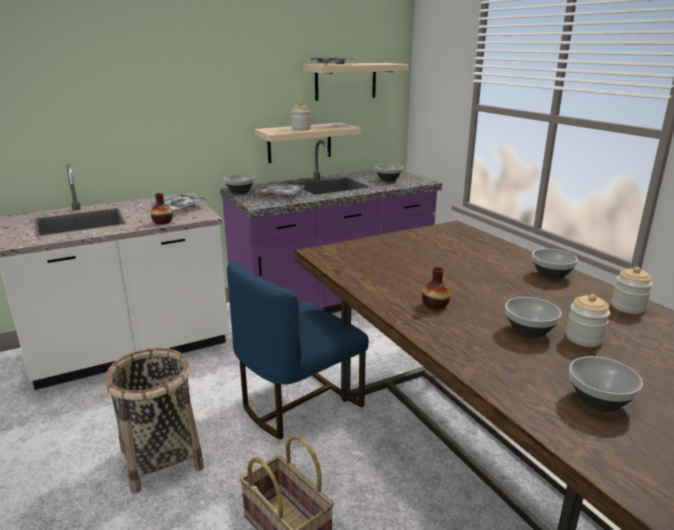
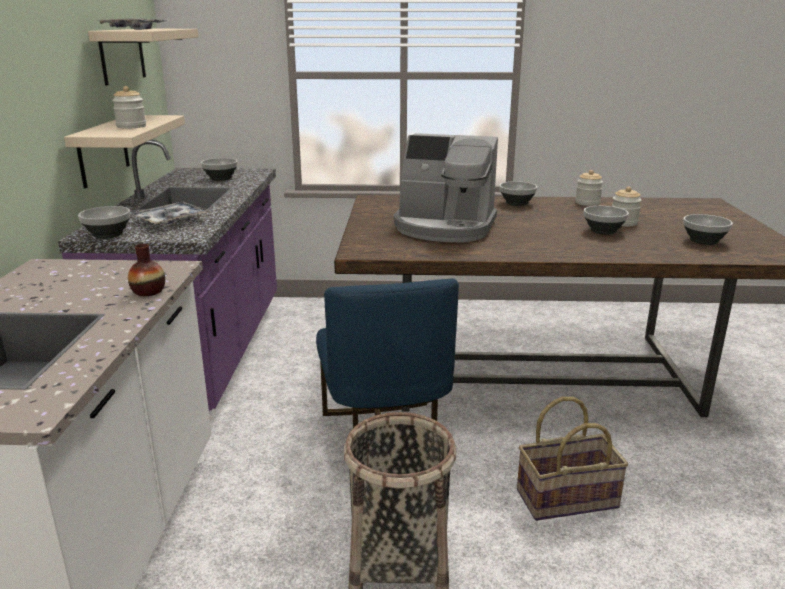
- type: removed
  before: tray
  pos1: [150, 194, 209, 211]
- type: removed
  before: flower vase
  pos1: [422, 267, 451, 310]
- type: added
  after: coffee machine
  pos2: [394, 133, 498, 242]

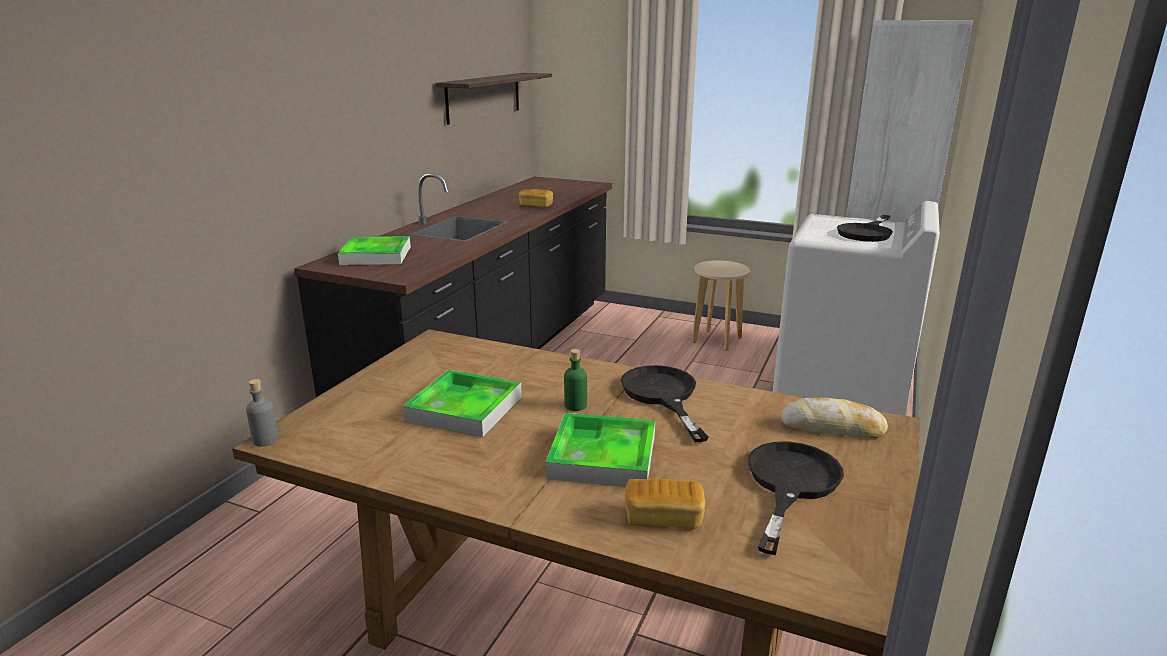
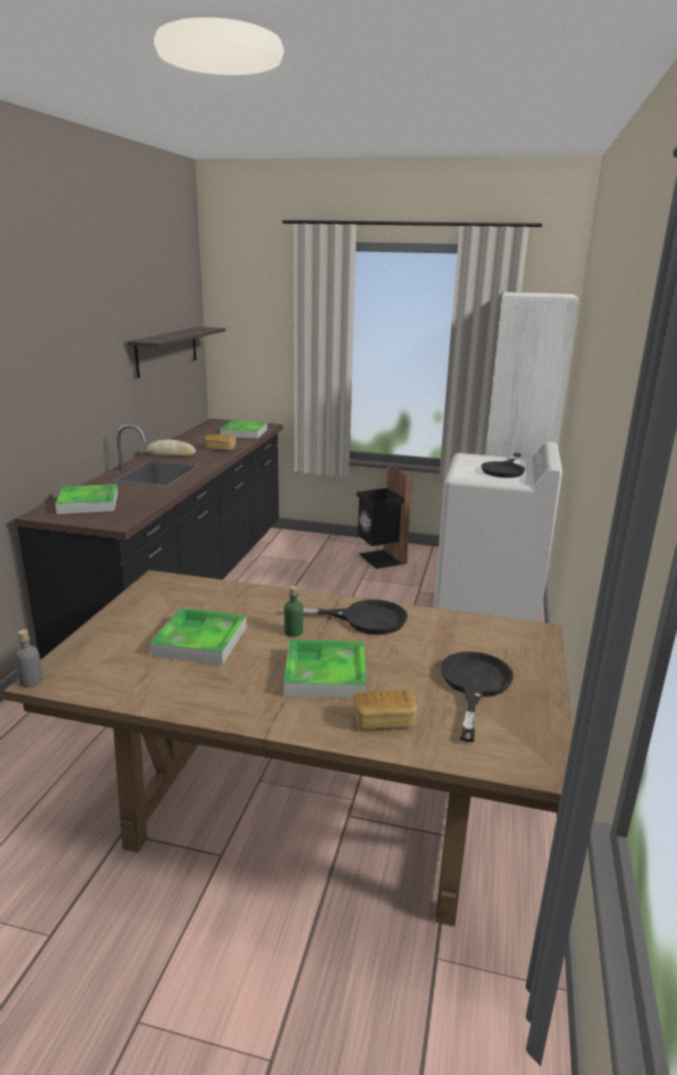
- type: replaced
  before: beige stool seat
  after: blackish trash can
  pos1: [692, 260, 750, 350]
  pos2: [357, 465, 412, 569]
- type: turned
  before: blackish frying pan
  pos1: [621, 365, 709, 442]
  pos2: [303, 600, 408, 635]
  turn: 120
- type: moved
  before: bakery bread
  pos1: [781, 397, 888, 439]
  pos2: [147, 439, 196, 456]
- type: added
  after: tray
  pos2: [220, 421, 267, 439]

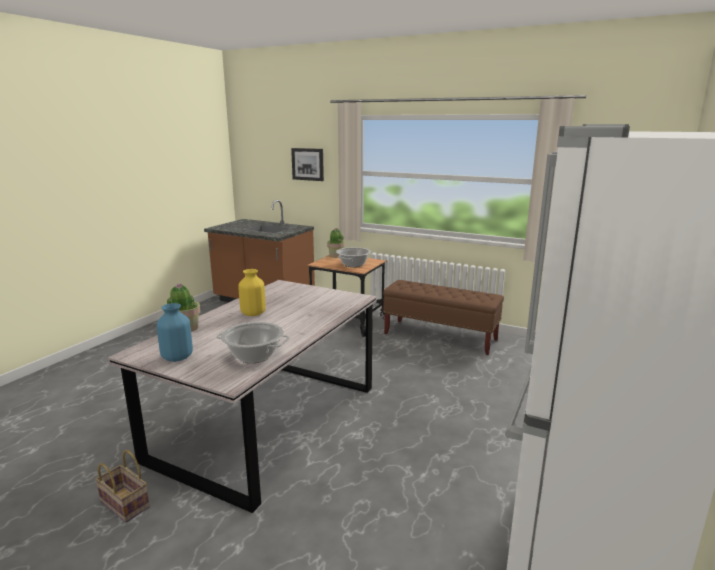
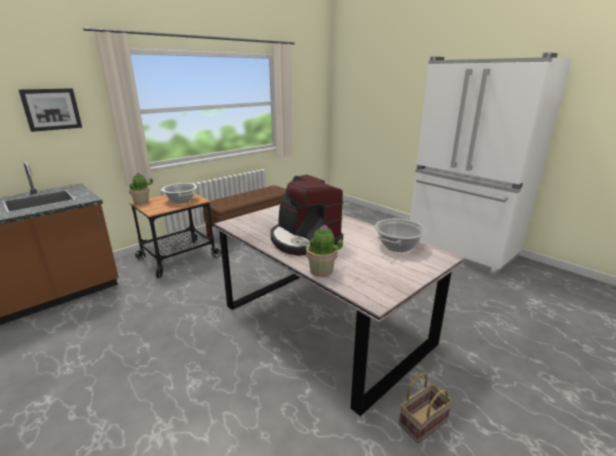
- type: replaced
  before: yellowish flower vase
  after: coffee machine
  pos1: [238, 269, 266, 316]
  pos2: [270, 175, 343, 256]
- type: removed
  before: bluish flower vase
  pos1: [157, 303, 193, 362]

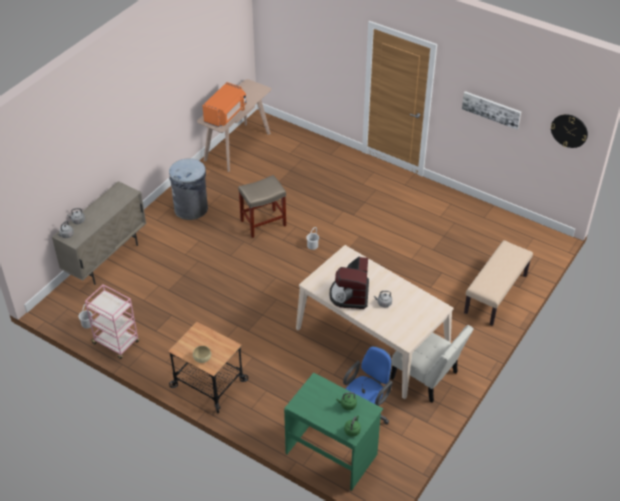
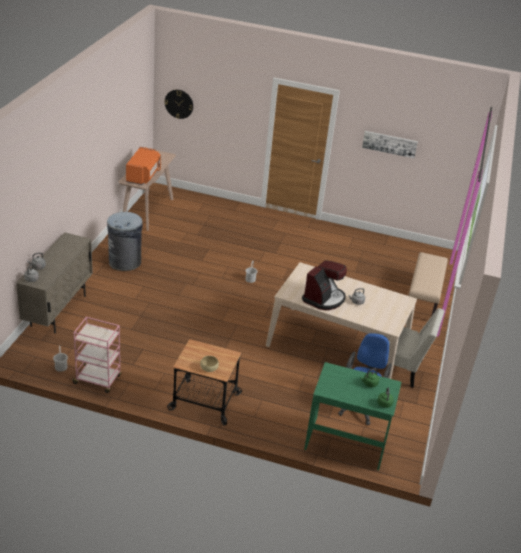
- type: moved
  before: hanging clock
  pos1: [551, 114, 588, 148]
  pos2: [164, 90, 193, 119]
- type: removed
  before: beige stool seat
  pos1: [238, 175, 286, 238]
- type: turned
  before: coffee machine
  pos1: [329, 257, 369, 309]
  pos2: [302, 260, 347, 310]
  turn: -135

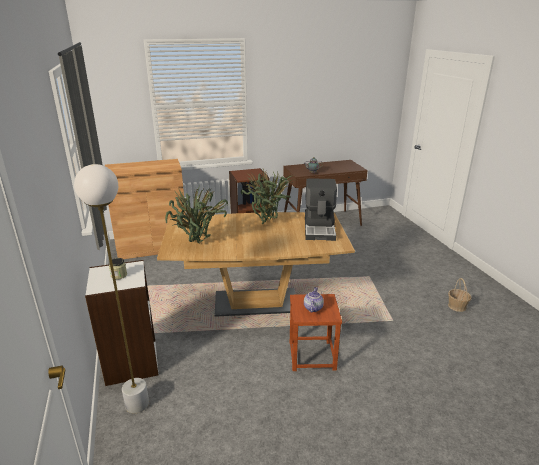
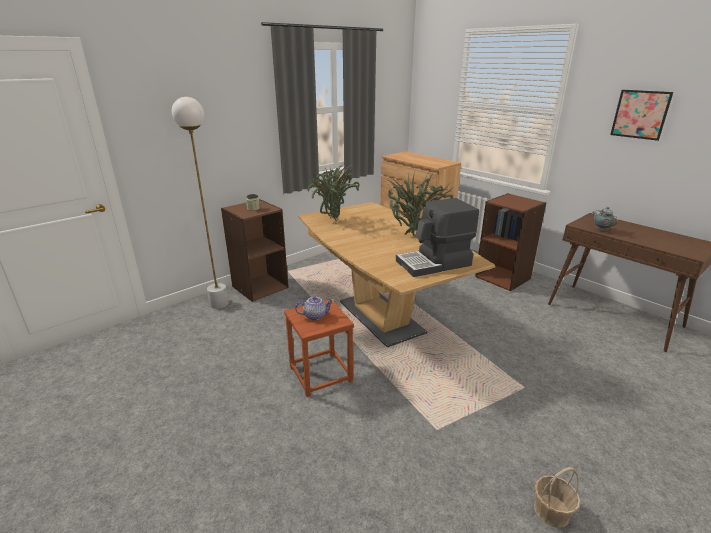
- type: recoloured
  before: white shelving unit
  after: brown shelving unit
  pos1: [85, 260, 158, 386]
  pos2: [221, 199, 288, 302]
- type: added
  after: wall picture
  pos2: [610, 90, 673, 141]

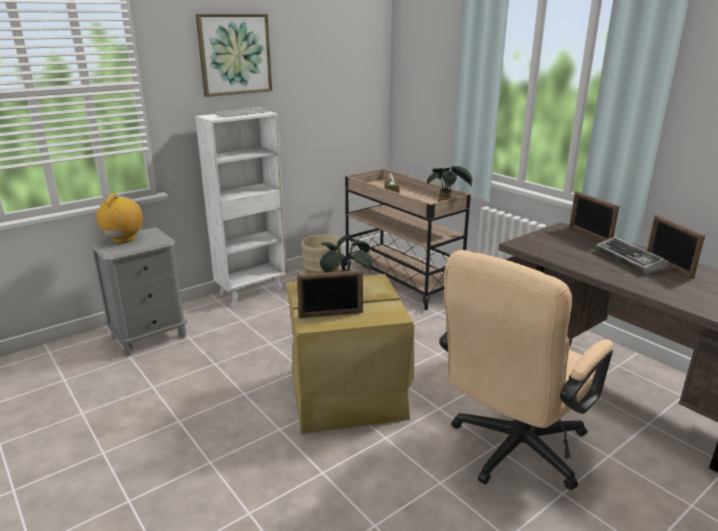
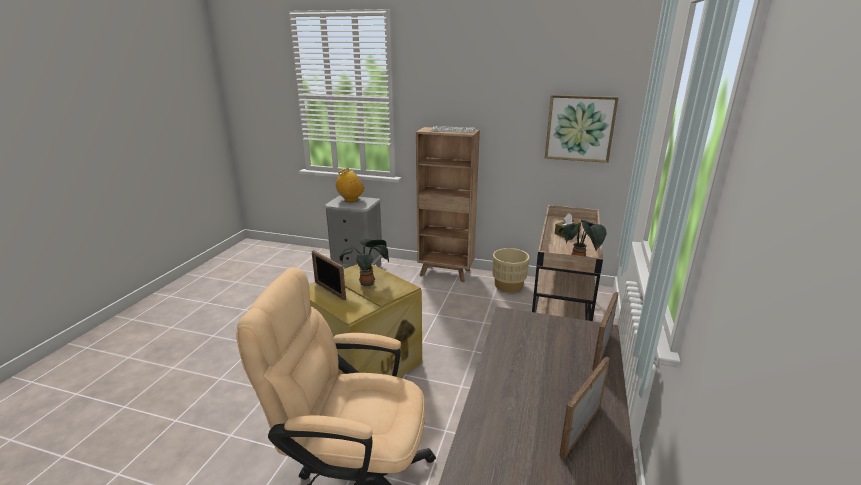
- type: moved
  before: wall picture
  pos1: [196, 14, 272, 97]
  pos2: [545, 95, 619, 163]
- type: recoloured
  before: white shelving unit
  after: brown shelving unit
  pos1: [195, 111, 287, 307]
  pos2: [416, 127, 480, 282]
- type: removed
  before: keyboard
  pos1: [595, 237, 669, 275]

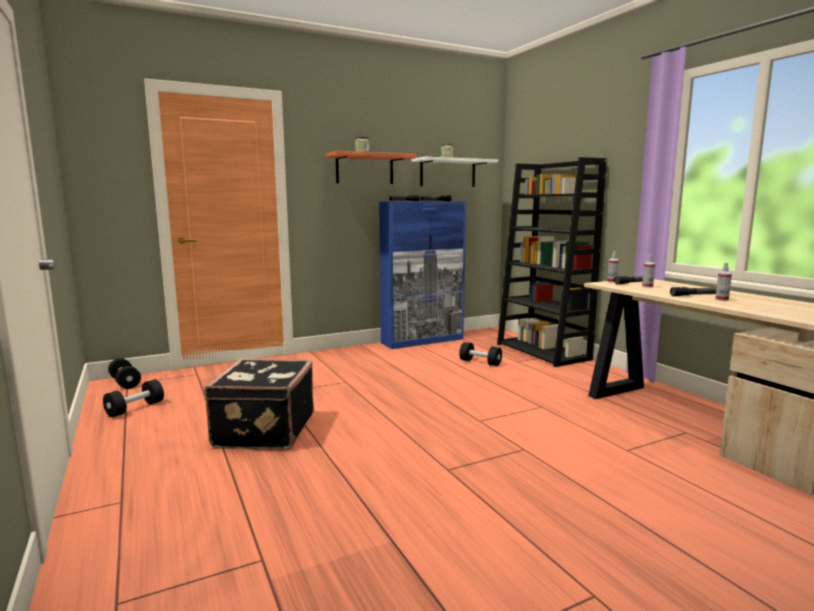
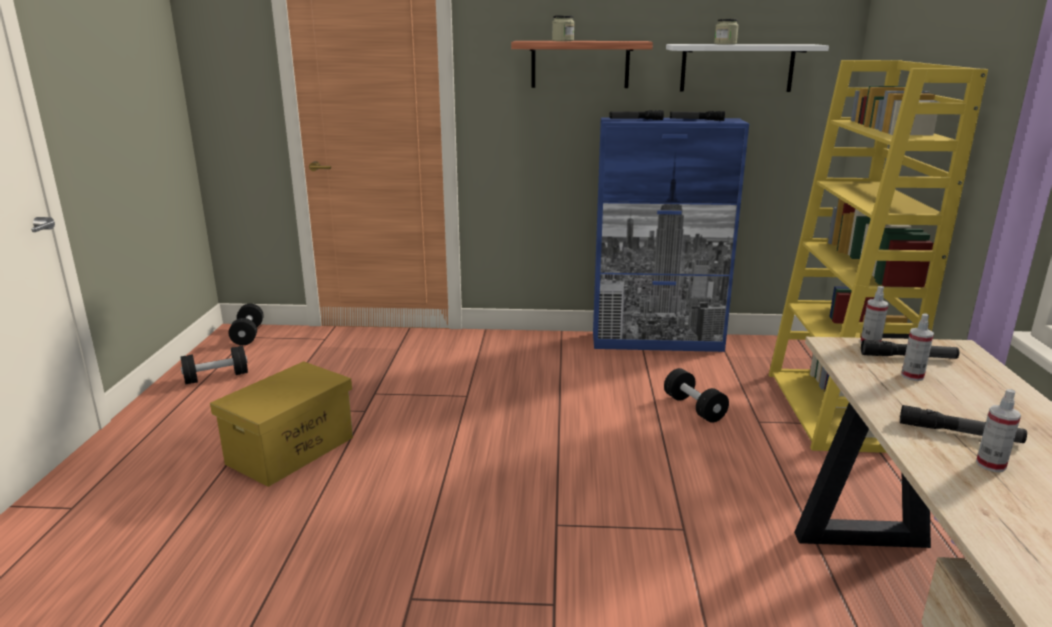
- type: recoloured
  before: blackish shelving unit
  after: yellowish shelving unit
  pos1: [497, 157, 607, 367]
  pos2: [769, 60, 988, 453]
- type: replaced
  before: blackish suitcase
  after: yellowish storage container
  pos1: [204, 358, 314, 450]
  pos2: [210, 361, 353, 487]

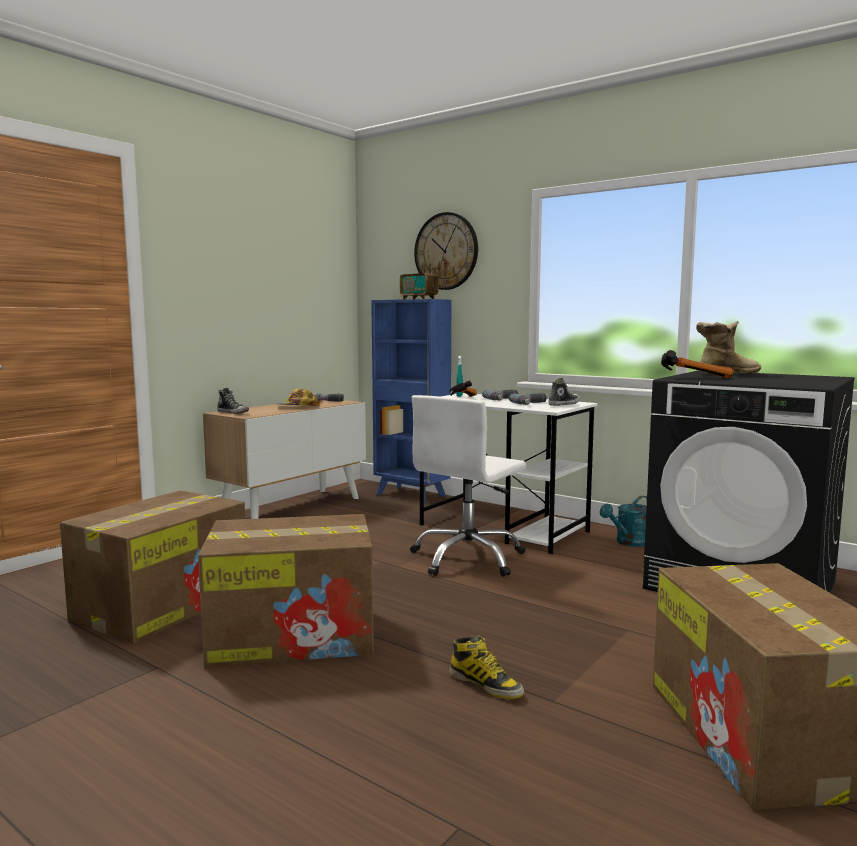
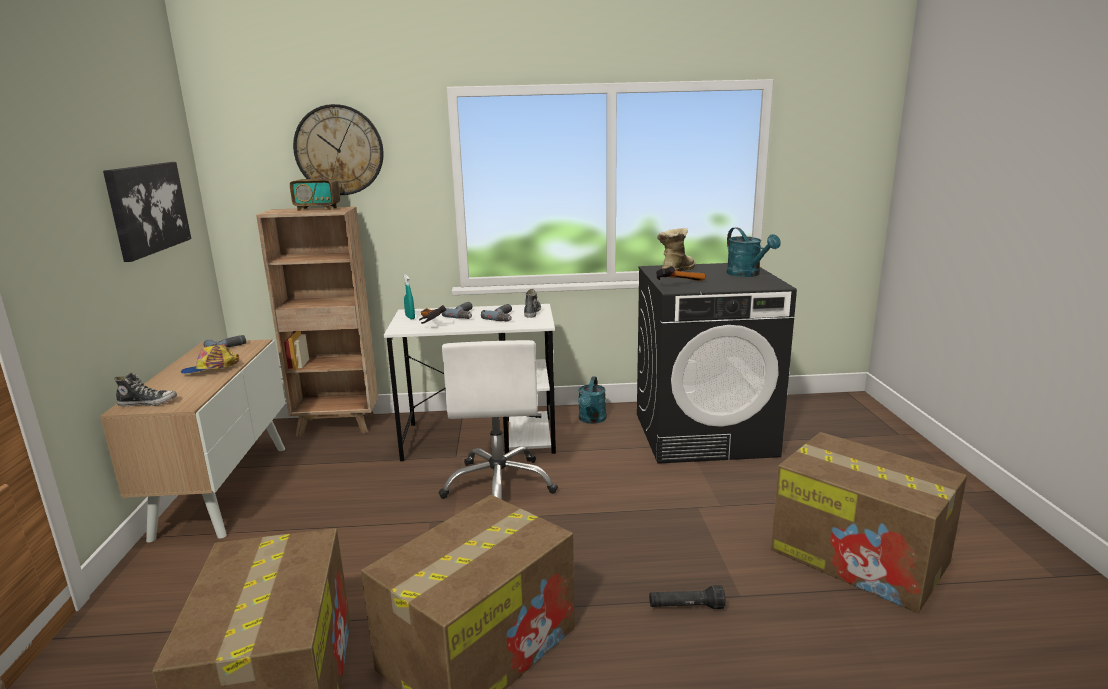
- type: recoloured
  before: bluish shelving unit
  after: brown shelving unit
  pos1: [371, 299, 451, 504]
  pos2: [256, 207, 378, 437]
- type: replaced
  before: boot
  after: blackish hand torch
  pos1: [450, 635, 524, 699]
  pos2: [649, 585, 726, 609]
- type: added
  after: wall picture
  pos2: [103, 162, 191, 262]
- type: added
  after: turquoise-coloured sprinkling can
  pos2: [726, 227, 781, 277]

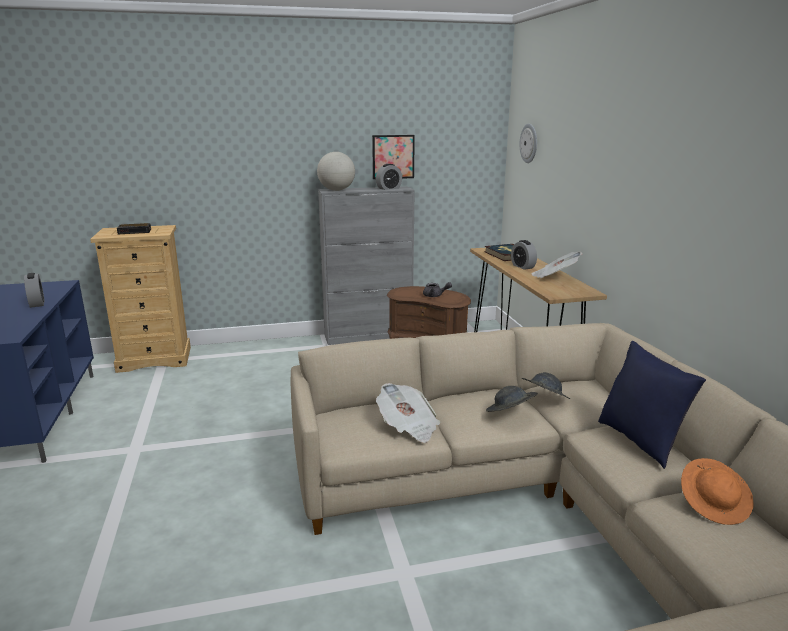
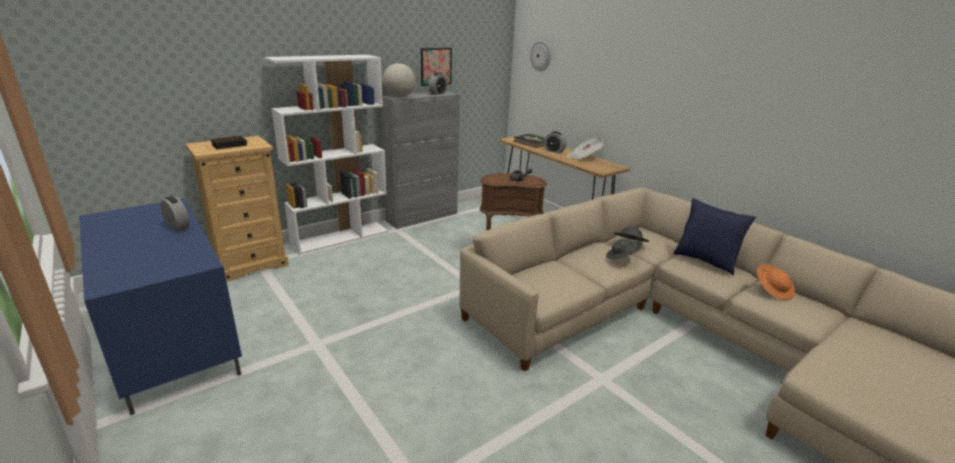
- type: removed
  before: printed paper
  pos1: [376, 383, 440, 443]
- type: added
  after: white shelving unit
  pos2: [264, 55, 388, 255]

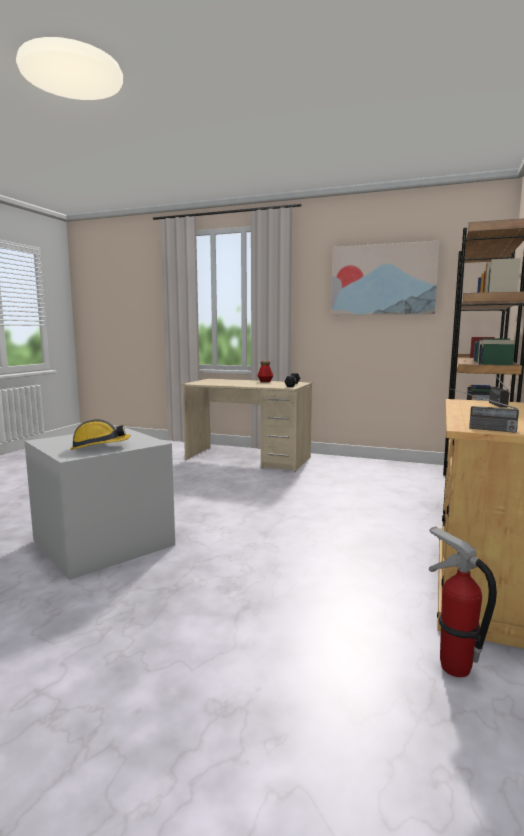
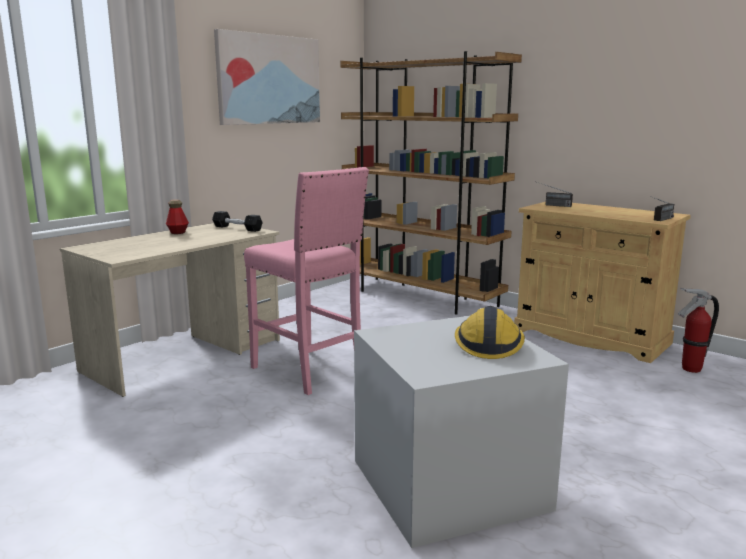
- type: added
  after: pink-coloured stool seat
  pos2: [244, 167, 369, 395]

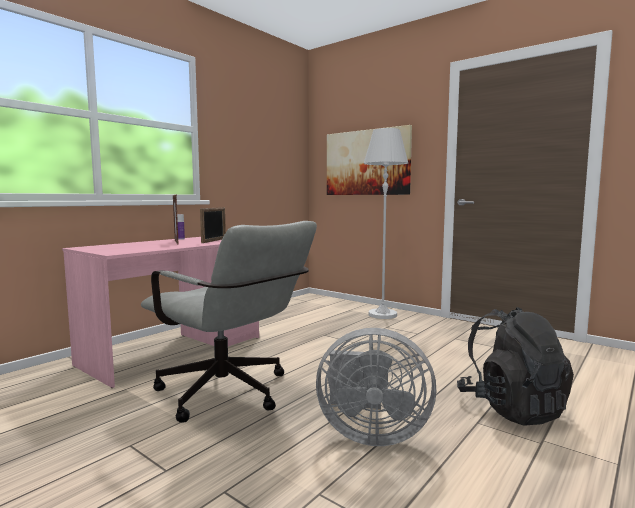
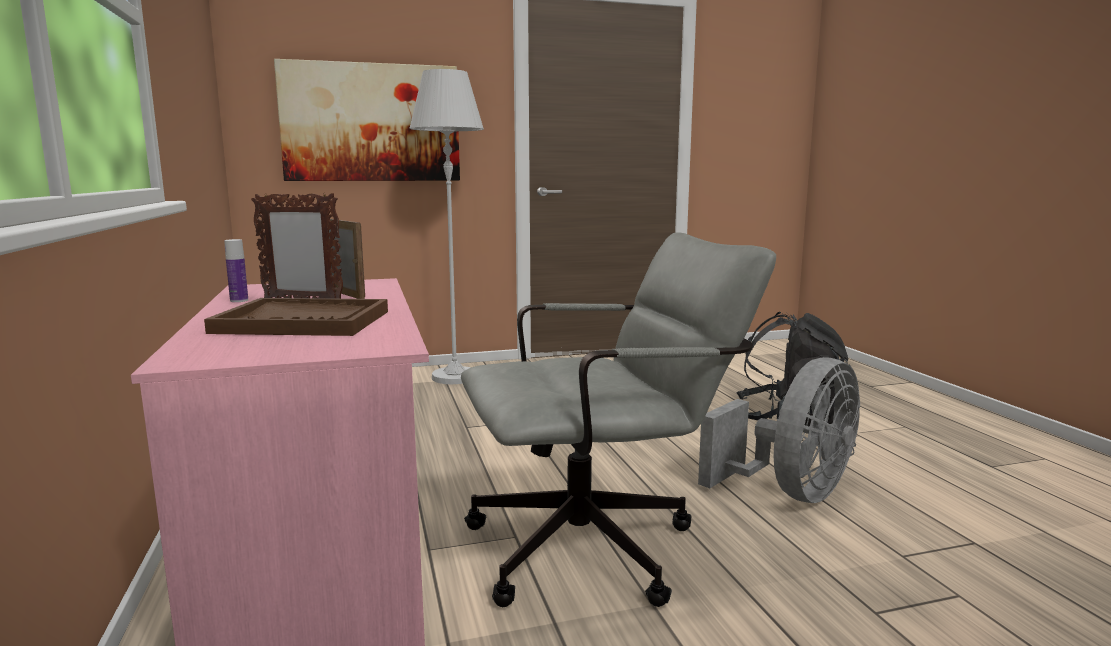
- type: added
  after: brown tray
  pos2: [204, 298, 388, 336]

